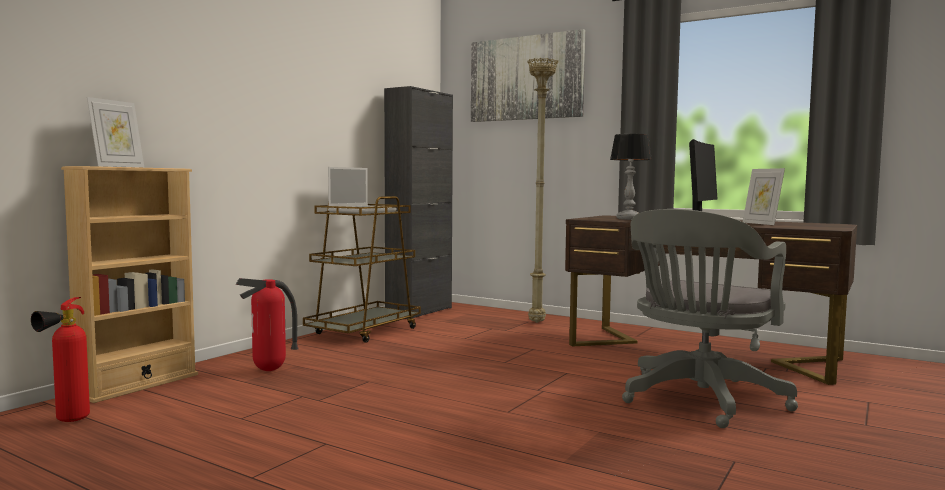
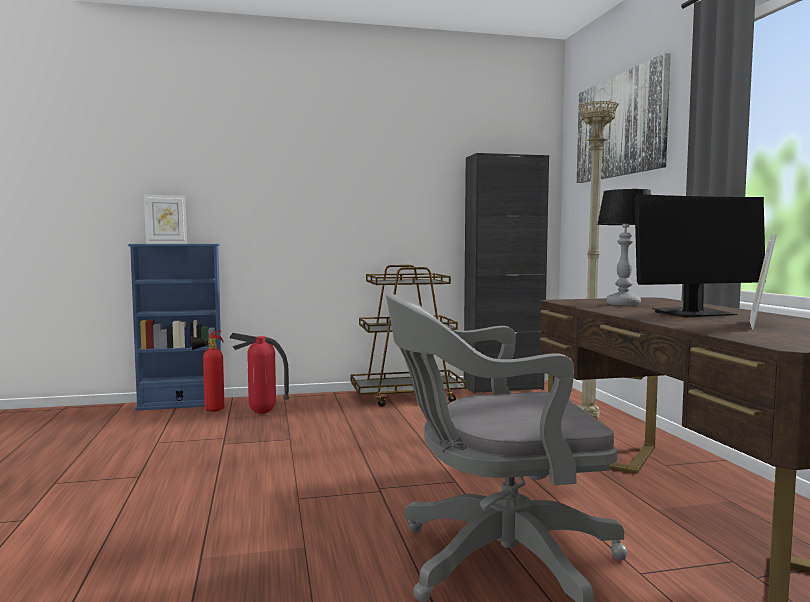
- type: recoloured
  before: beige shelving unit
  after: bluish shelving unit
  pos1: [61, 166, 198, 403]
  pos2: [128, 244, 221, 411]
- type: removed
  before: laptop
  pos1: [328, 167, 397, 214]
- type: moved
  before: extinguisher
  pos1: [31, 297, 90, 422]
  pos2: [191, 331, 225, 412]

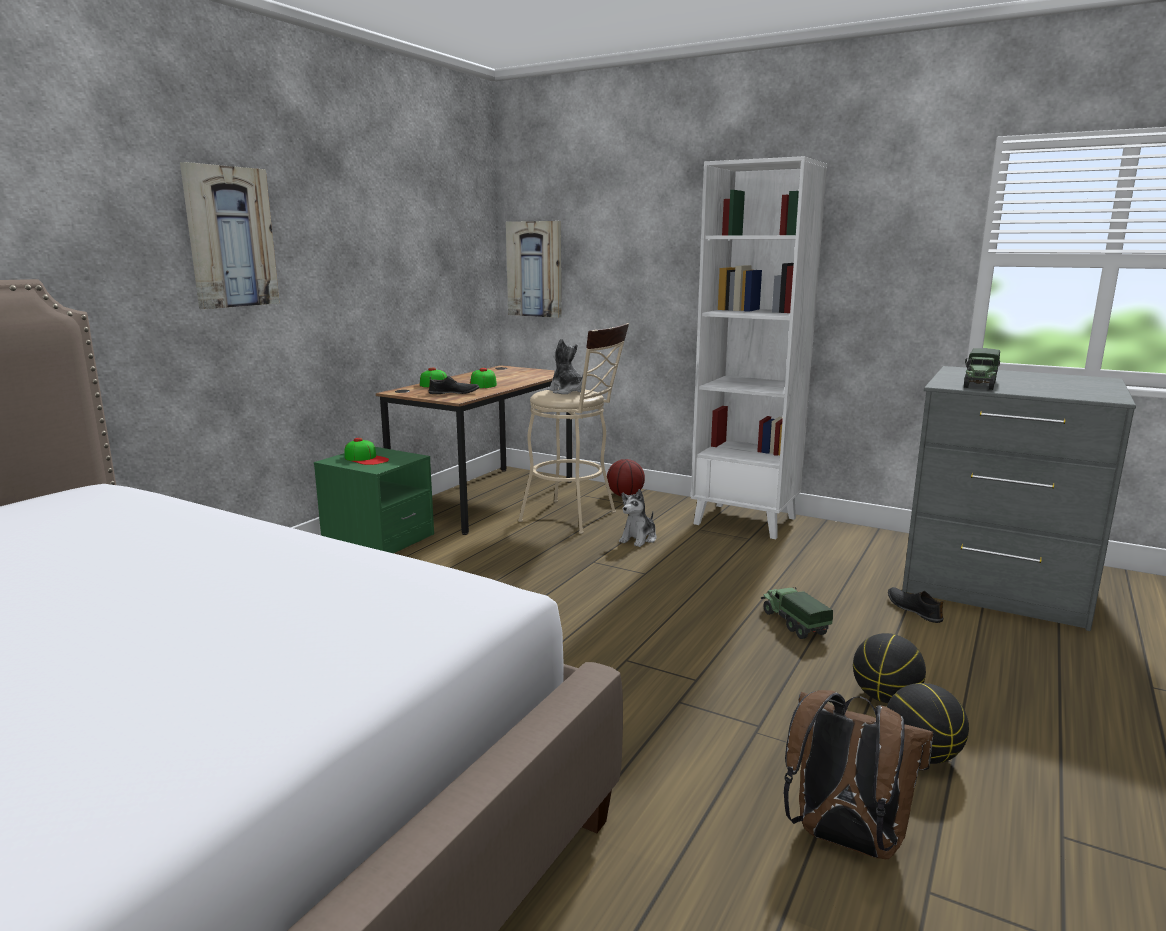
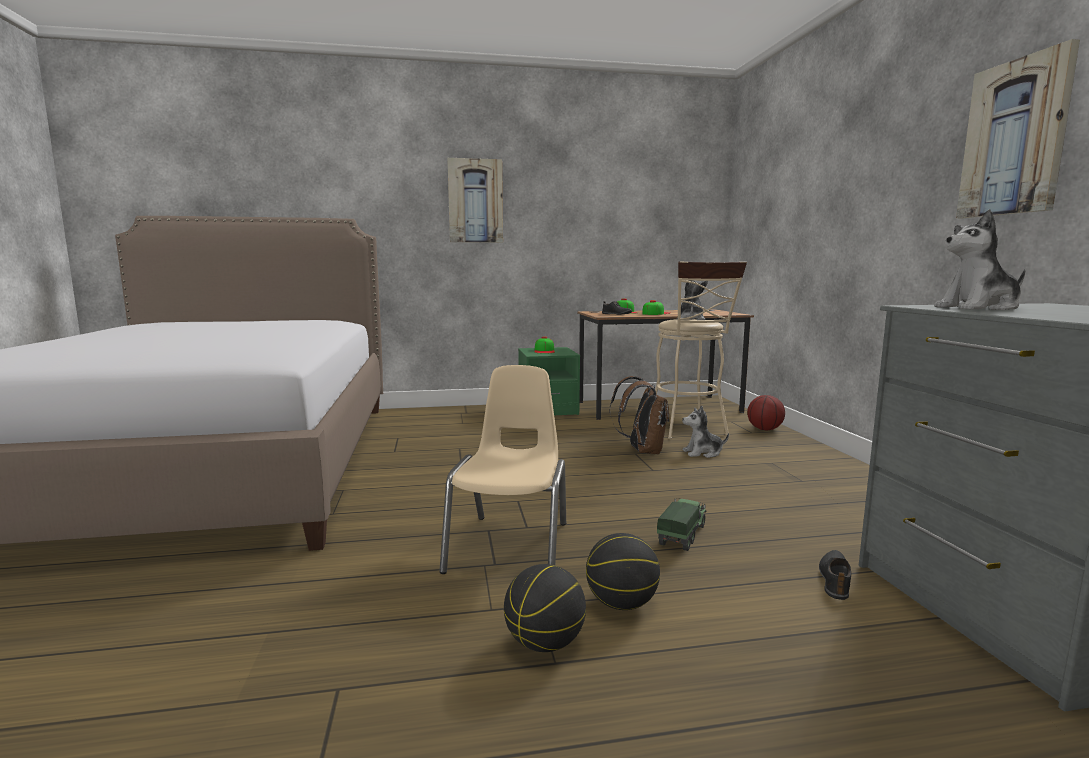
- type: removed
  before: white shelving unit
  pos1: [691, 156, 827, 539]
- type: moved
  before: wall picture
  pos1: [506, 221, 561, 318]
  pos2: [956, 39, 1080, 218]
- type: replaced
  before: model truck
  after: soft toy
  pos1: [964, 348, 1000, 390]
  pos2: [934, 209, 1025, 310]
- type: moved
  before: brown knapsack
  pos1: [784, 690, 933, 859]
  pos2: [610, 376, 670, 454]
- type: added
  after: beige plain chair
  pos2: [439, 365, 566, 574]

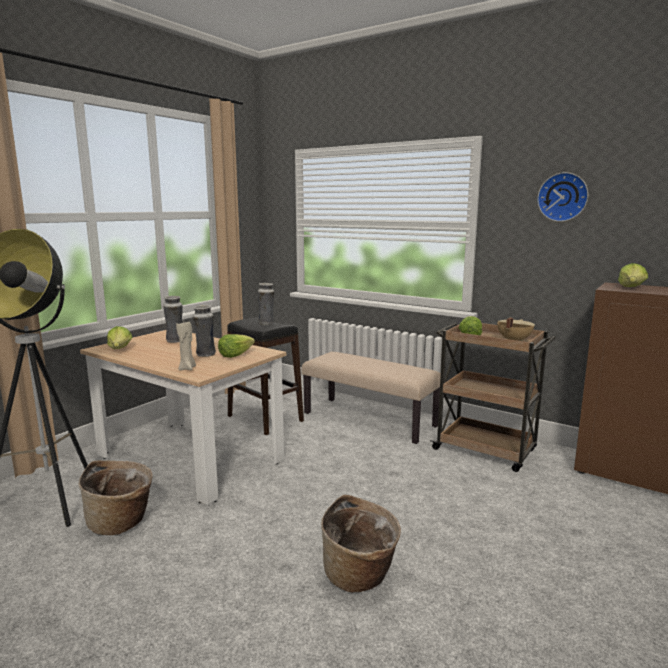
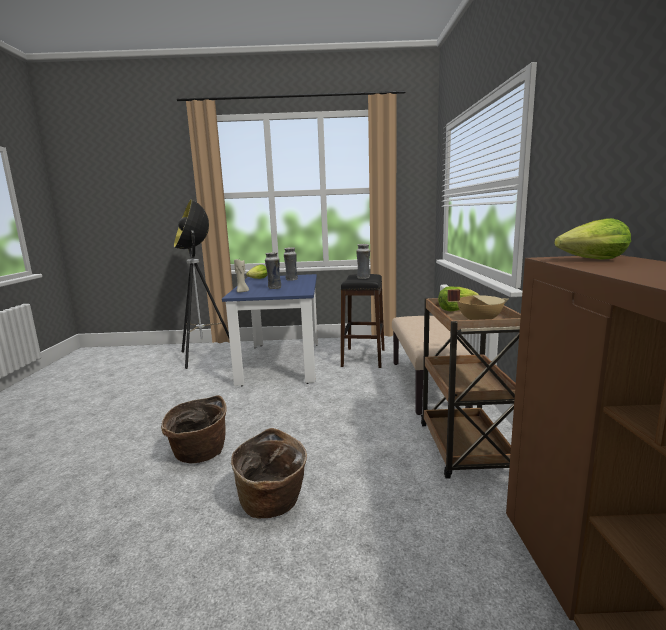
- type: removed
  before: hanging clock
  pos1: [537, 172, 588, 222]
- type: recoloured
  before: beige dinner table
  after: bluish dinner table
  pos1: [80, 330, 286, 505]
  pos2: [222, 274, 318, 387]
- type: removed
  before: lettuce head
  pos1: [218, 334, 255, 358]
- type: moved
  before: household basket
  pos1: [79, 461, 153, 535]
  pos2: [231, 428, 307, 519]

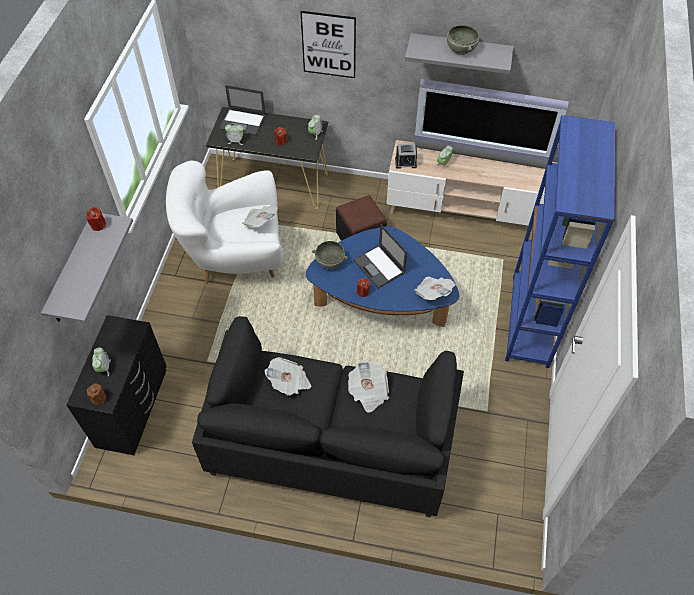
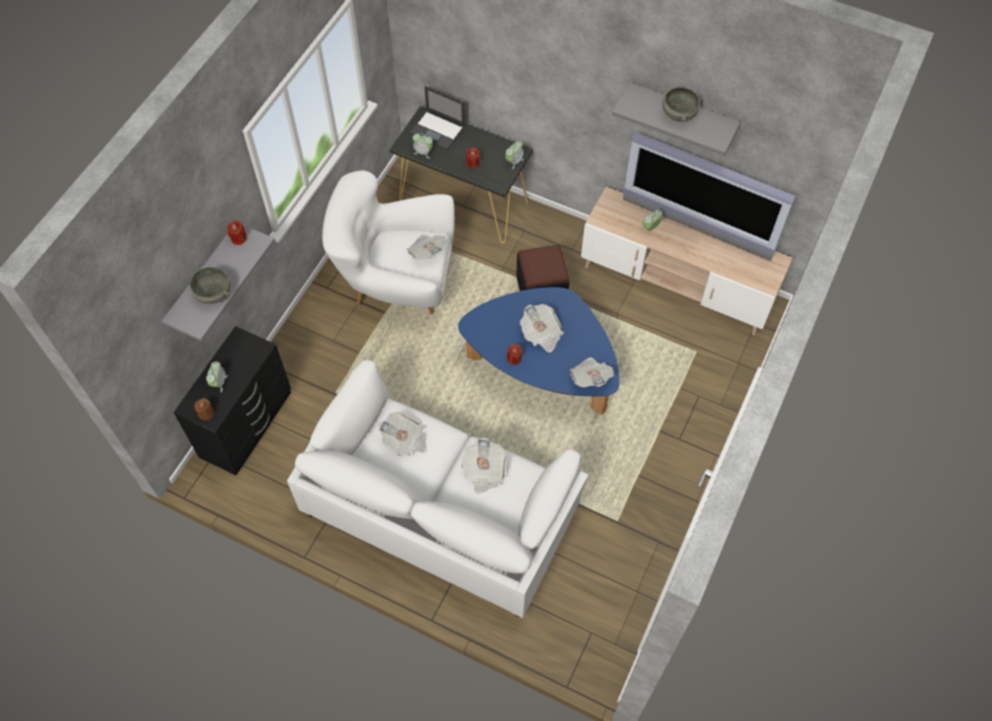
- type: removed
  before: wall picture
  pos1: [301, 11, 356, 78]
- type: removed
  before: bluish shelving unit
  pos1: [505, 115, 615, 368]
- type: removed
  before: table clock
  pos1: [395, 144, 417, 169]
- type: replaced
  before: laptop
  after: printed paper
  pos1: [353, 224, 407, 288]
  pos2: [520, 304, 564, 352]
- type: moved
  before: greyish deep dish
  pos1: [312, 241, 348, 269]
  pos2: [190, 267, 230, 304]
- type: recoloured
  before: blackish sofa
  after: white sofa
  pos1: [192, 316, 464, 517]
  pos2: [287, 360, 589, 618]

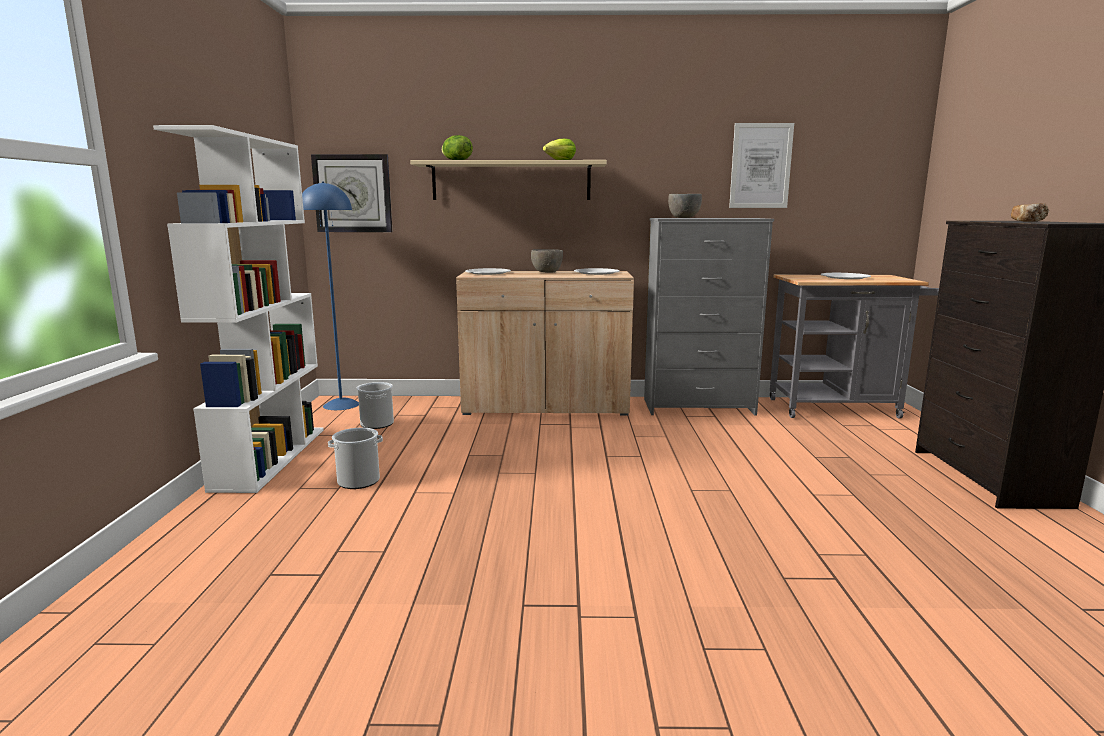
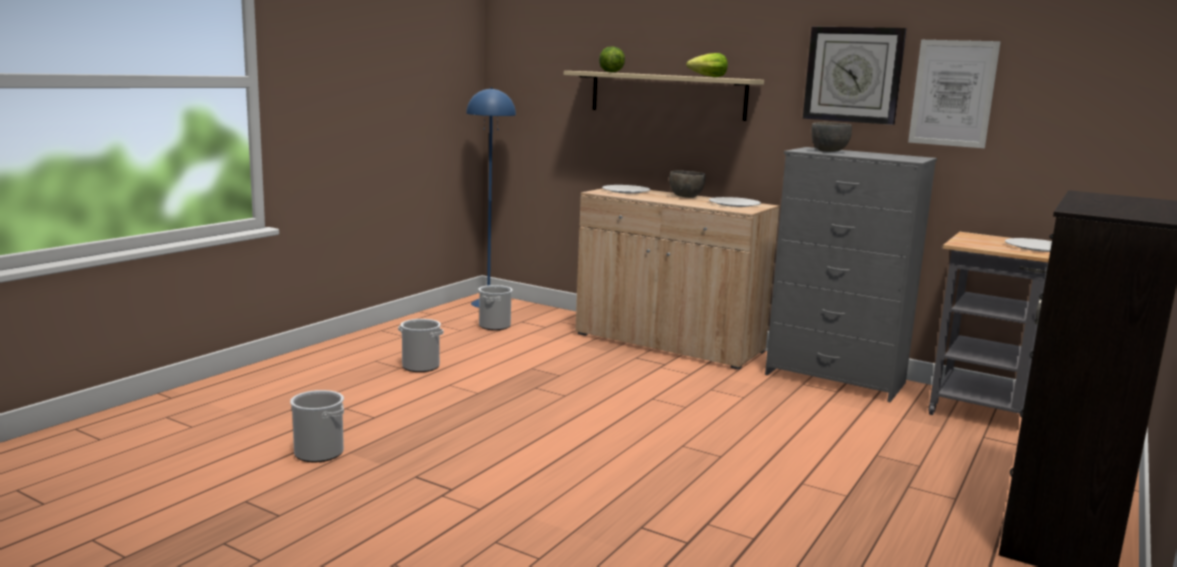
- type: removed
  before: white shelving unit
  pos1: [153, 125, 324, 493]
- type: moved
  before: hanging clock
  pos1: [311, 154, 393, 232]
  pos2: [803, 26, 906, 125]
- type: removed
  before: bakery bread
  pos1: [1011, 203, 1049, 222]
- type: added
  after: pail
  pos2: [290, 390, 344, 462]

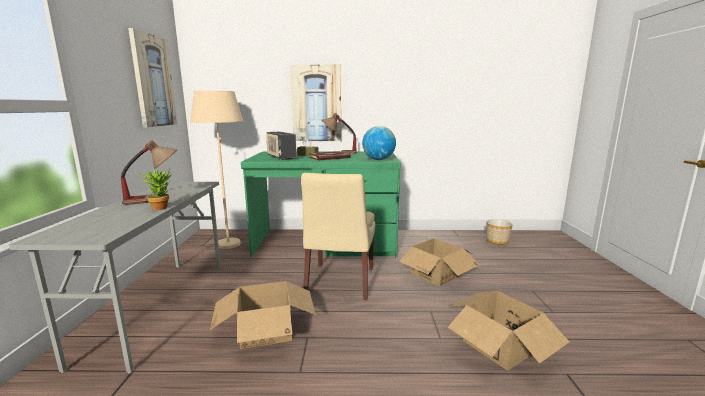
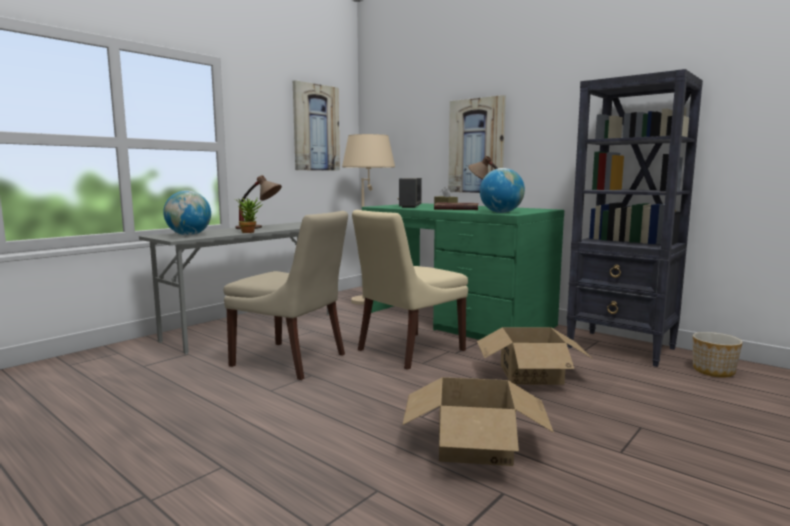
- type: replaced
  before: cardboard box
  after: beige plain chair
  pos1: [210, 281, 316, 349]
  pos2: [224, 211, 348, 380]
- type: added
  after: blackish shelving unit
  pos2: [567, 69, 703, 367]
- type: added
  after: world globe
  pos2: [163, 190, 211, 235]

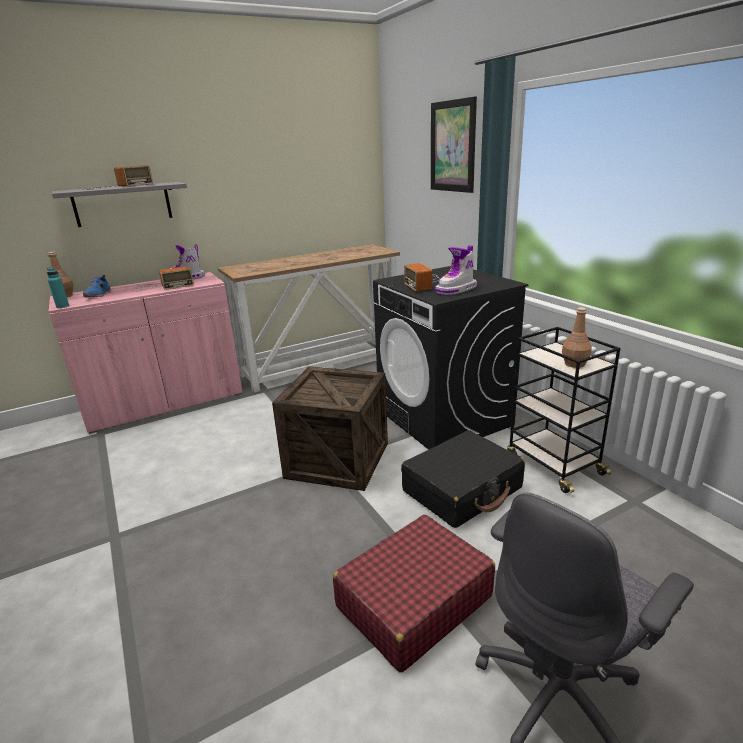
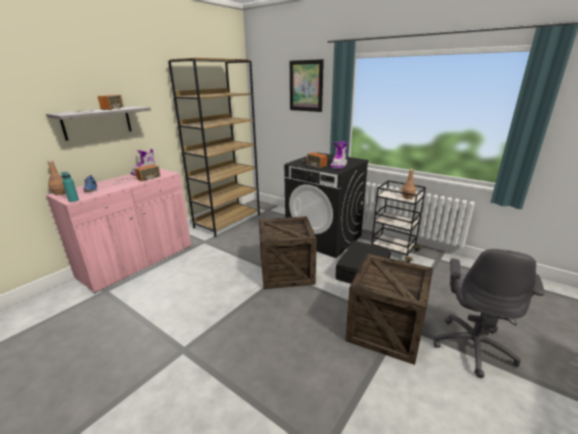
- type: replaced
  before: console table
  after: brown shelving unit
  pos1: [218, 245, 400, 393]
  pos2: [168, 58, 260, 237]
- type: replaced
  before: red suitcase
  after: packing crate
  pos1: [333, 515, 495, 673]
  pos2: [345, 253, 433, 365]

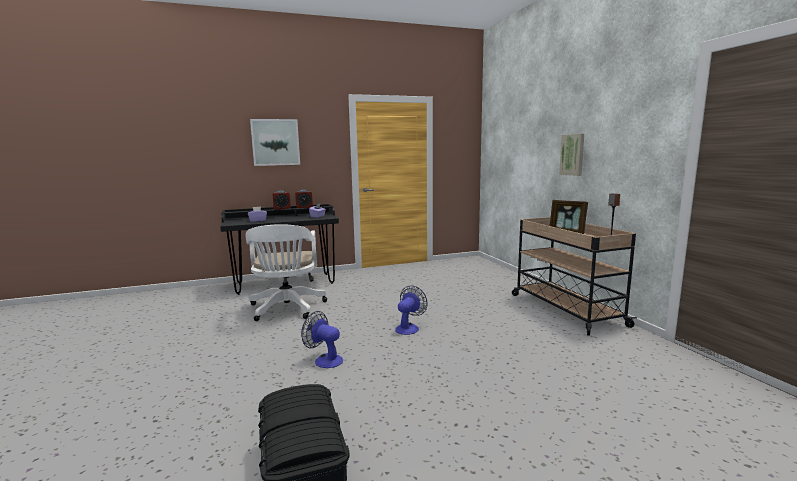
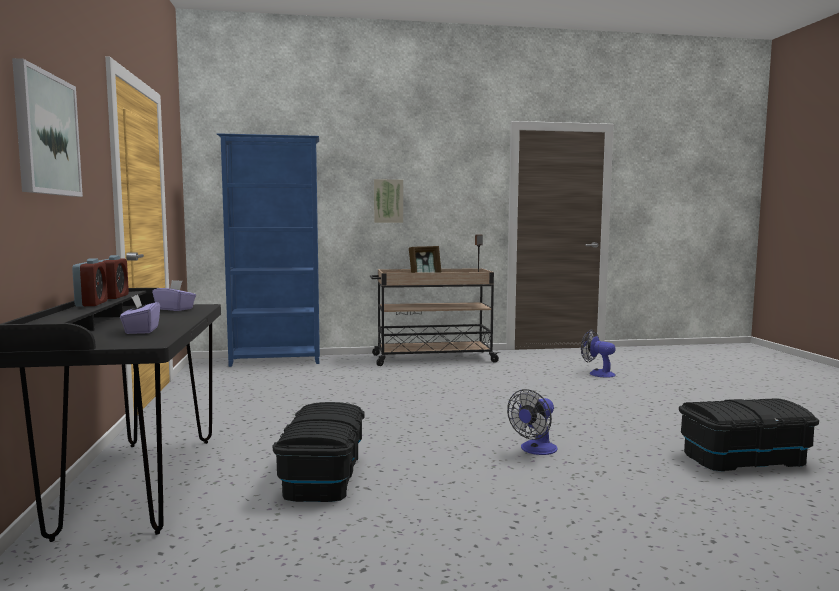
- type: replaced
  before: white desk chair
  after: blackish storage container
  pos1: [245, 224, 327, 321]
  pos2: [272, 402, 365, 502]
- type: moved
  before: fan
  pos1: [395, 286, 427, 335]
  pos2: [581, 330, 616, 378]
- type: added
  after: bluish shelving unit
  pos2: [217, 133, 320, 367]

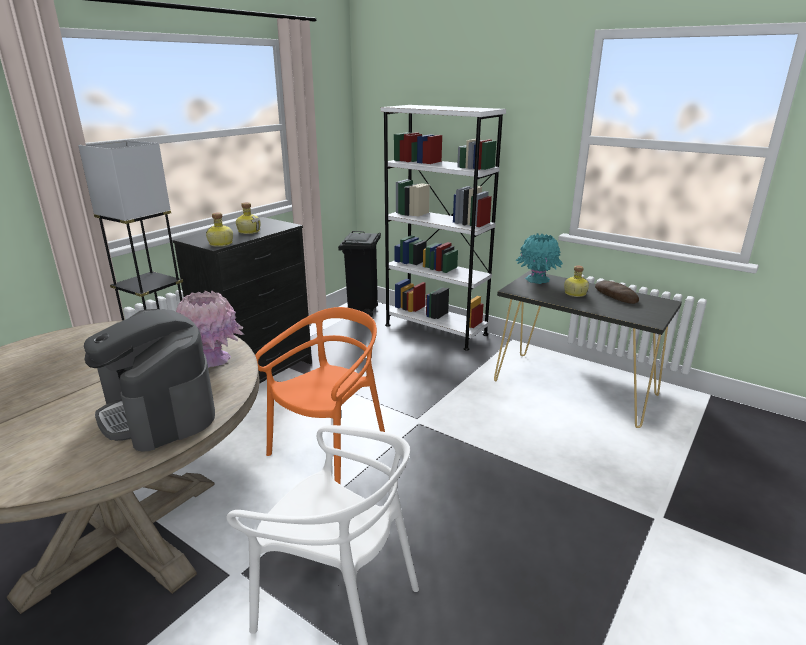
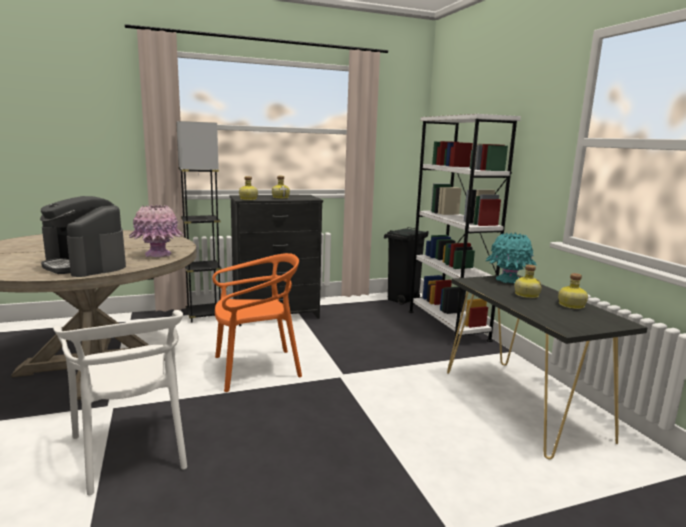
- type: replaced
  before: bakery bread
  after: bottle
  pos1: [595, 280, 639, 304]
  pos2: [558, 273, 588, 309]
- type: turned
  before: coffee machine
  pos1: [84, 309, 215, 452]
  pos2: [40, 196, 126, 277]
  turn: -45

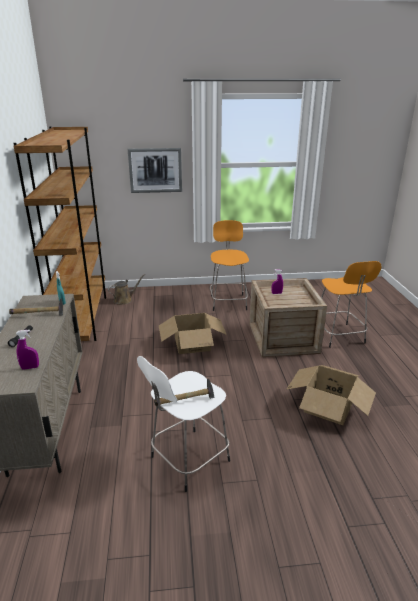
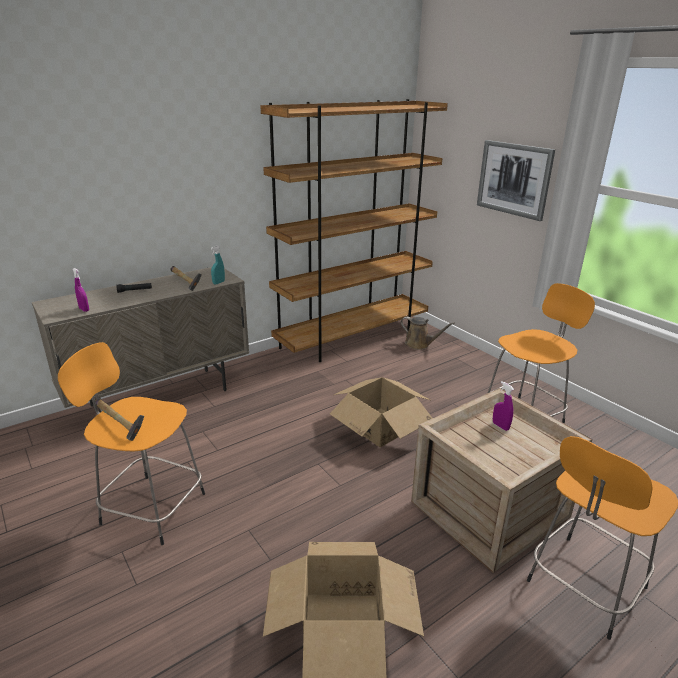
- type: recoloured
  before: white stool seat
  after: orange stool seat
  pos1: [137, 356, 230, 492]
  pos2: [58, 342, 205, 545]

